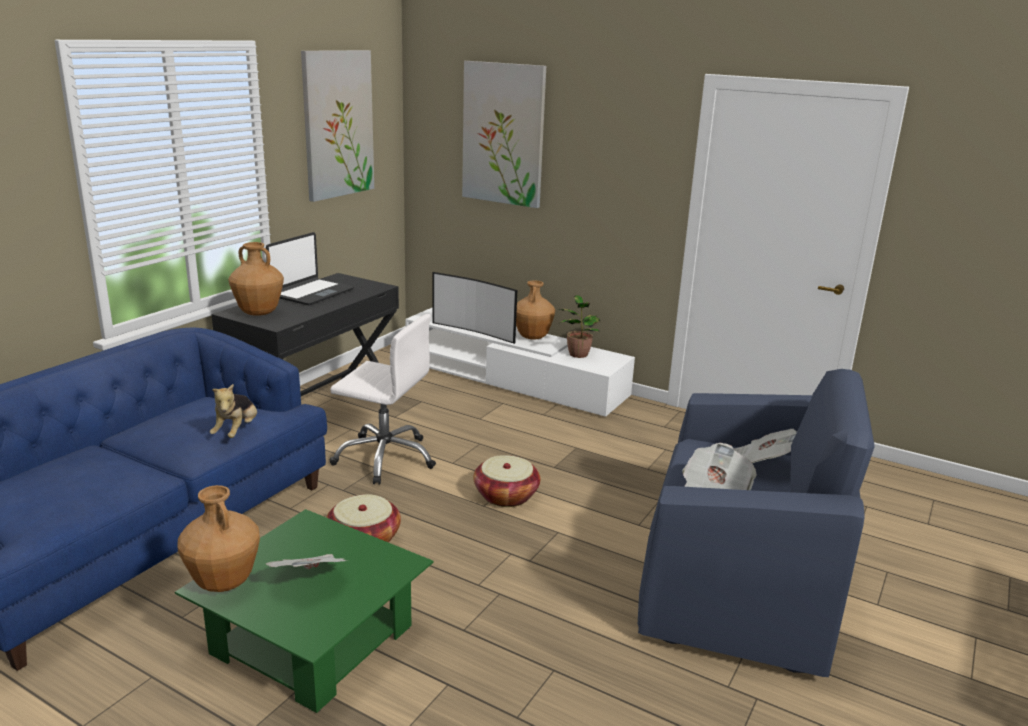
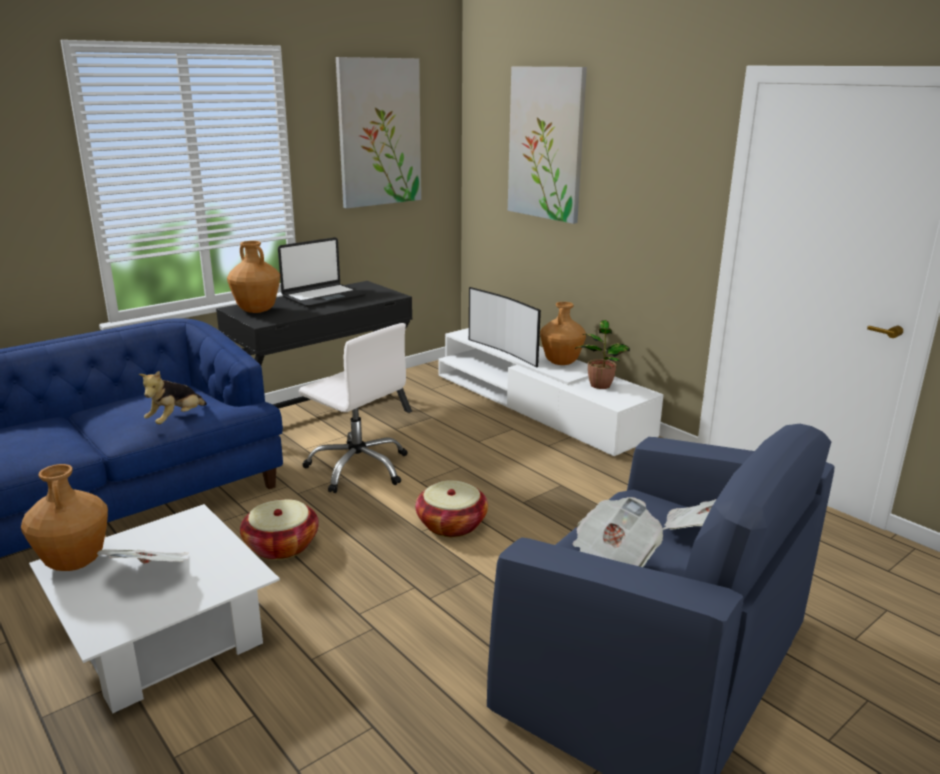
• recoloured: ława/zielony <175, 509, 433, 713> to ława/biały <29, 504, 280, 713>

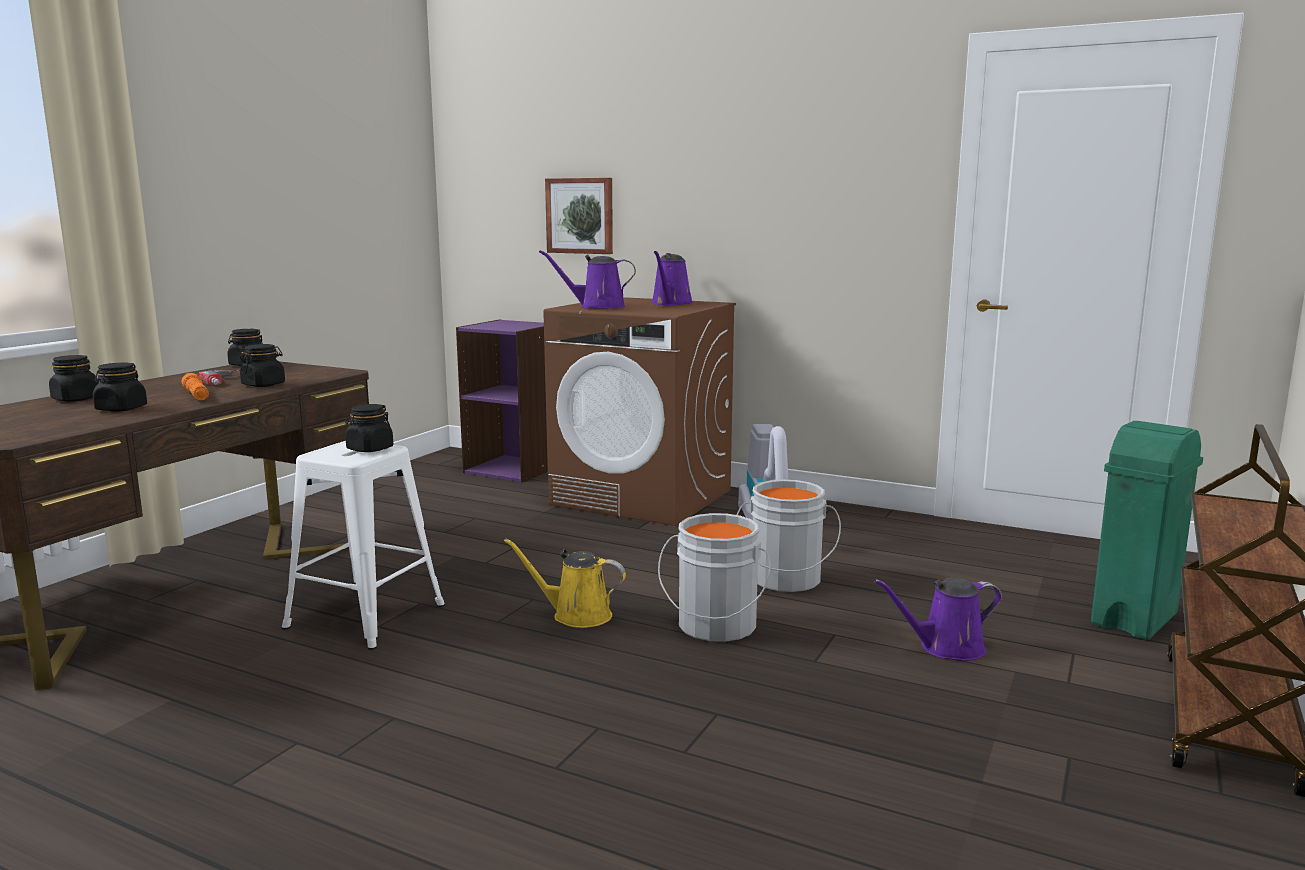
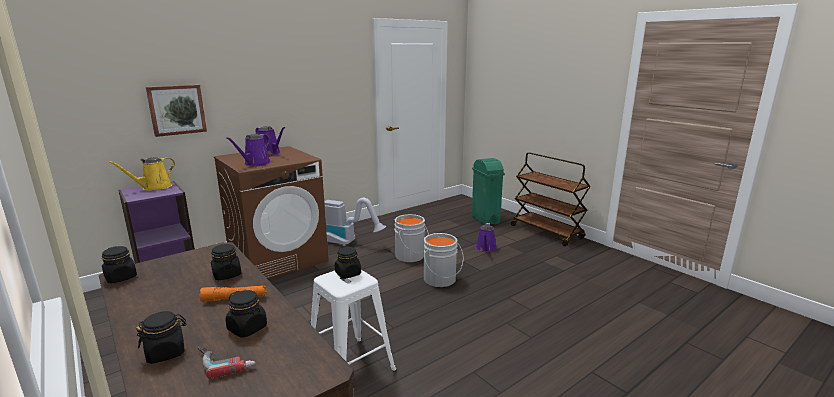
• moved: konewka/żółty <504, 539, 626, 628> to <108, 157, 175, 191>
• moved: wiertarka <198, 370, 240, 385> to <198, 347, 255, 379>

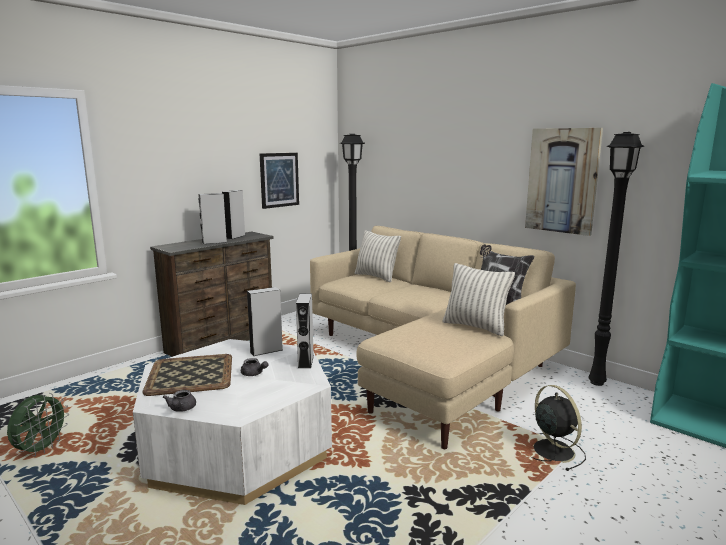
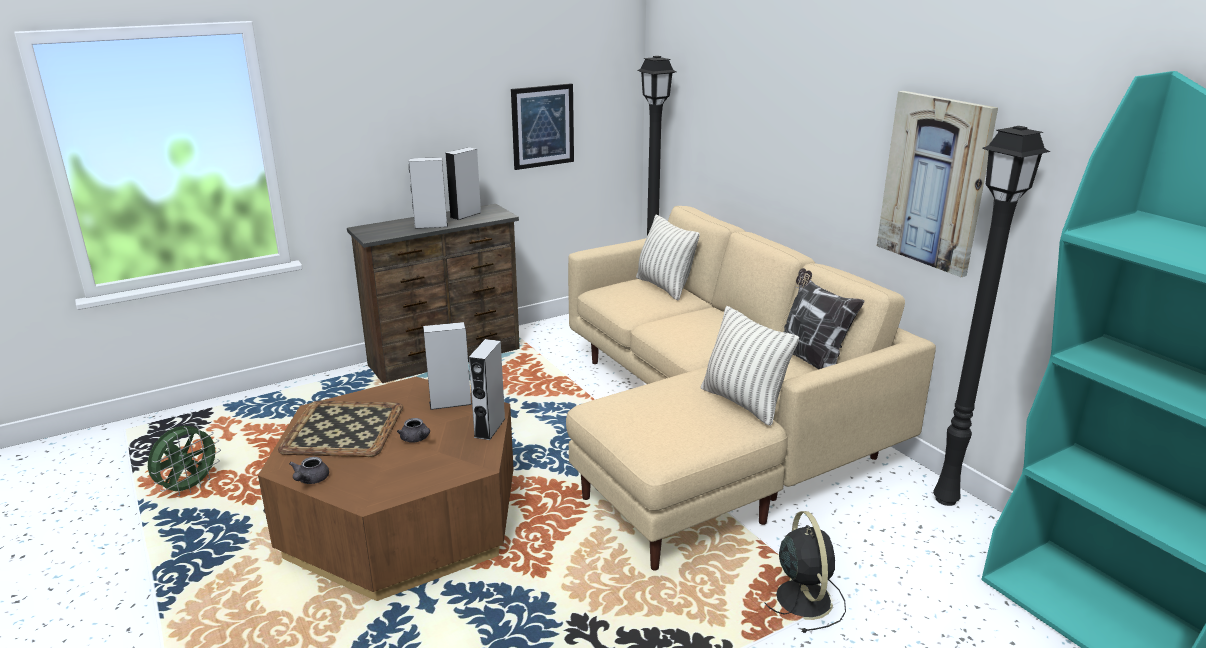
• recoloured: ława/biały <133, 339, 332, 505> to ława/brązowy <258, 377, 514, 601>

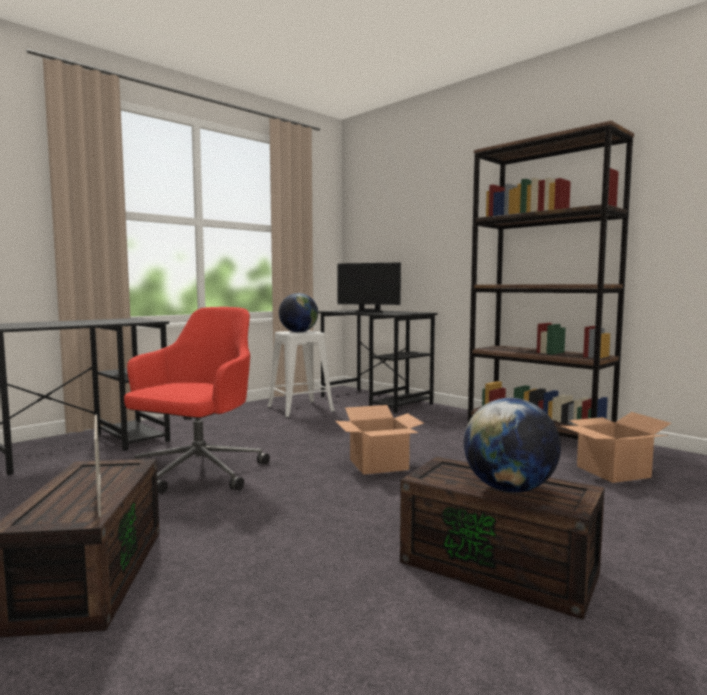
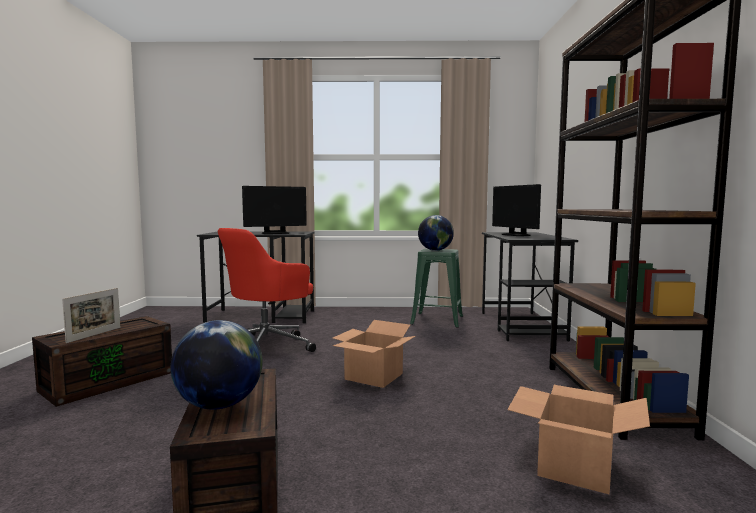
• turned: krzesło biurowe/czerwony <124, 307, 270, 494> = <218, 228, 316, 352> 150 degrees clockwise
• added: monitor <242, 186, 307, 234>
• recoloured: stołek/biały <267, 330, 335, 418> to stołek/zielony <410, 249, 463, 328>

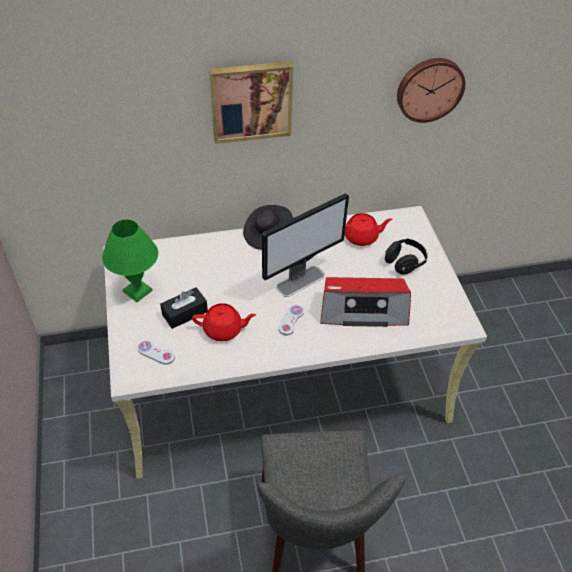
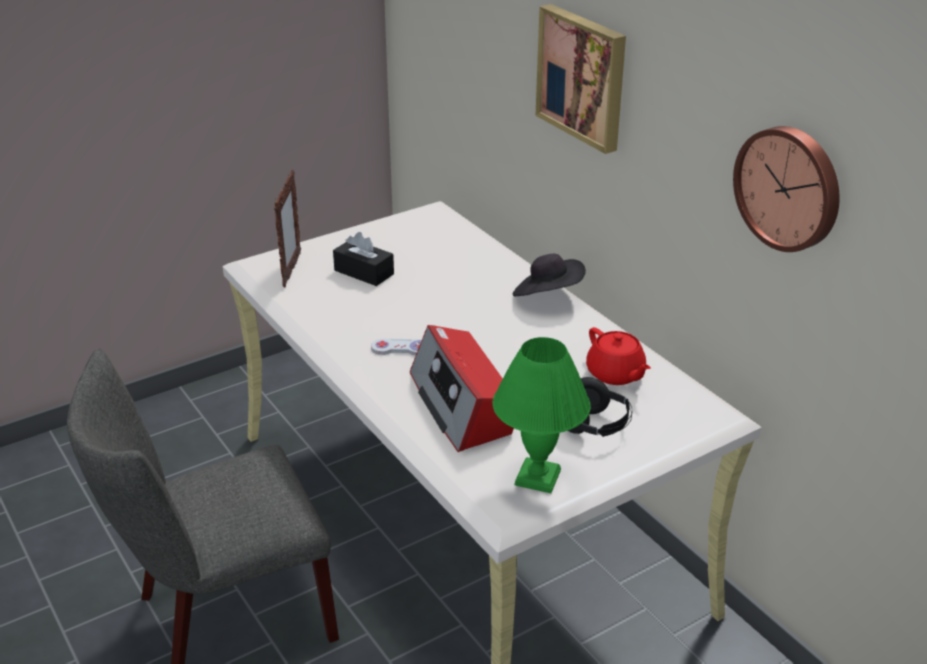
• replaced: pad do gier/biały <137, 340, 175, 365> to ramka na zdjęcie <274, 170, 301, 287>
• moved: lampa stołowa/zielony <102, 219, 158, 302> to <492, 337, 591, 493>
• removed: imbryk/czerwony <192, 303, 256, 341>
• removed: monitor <262, 193, 349, 297>

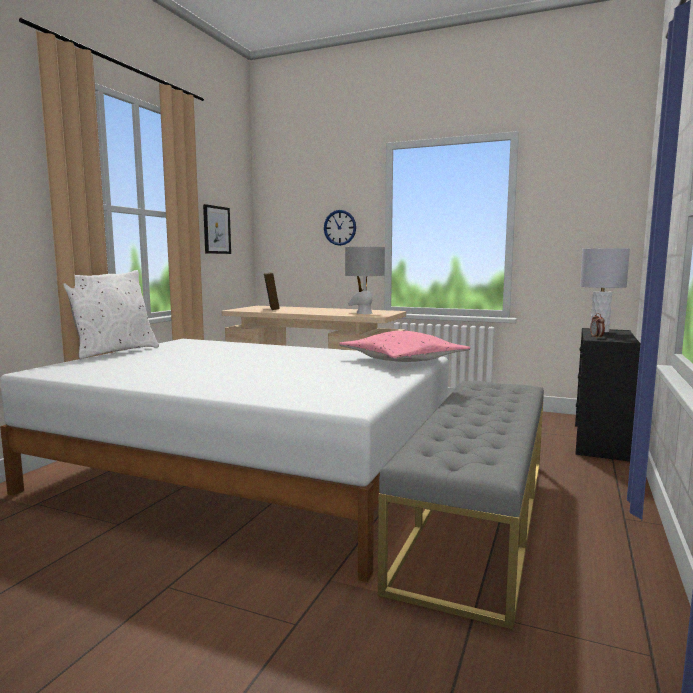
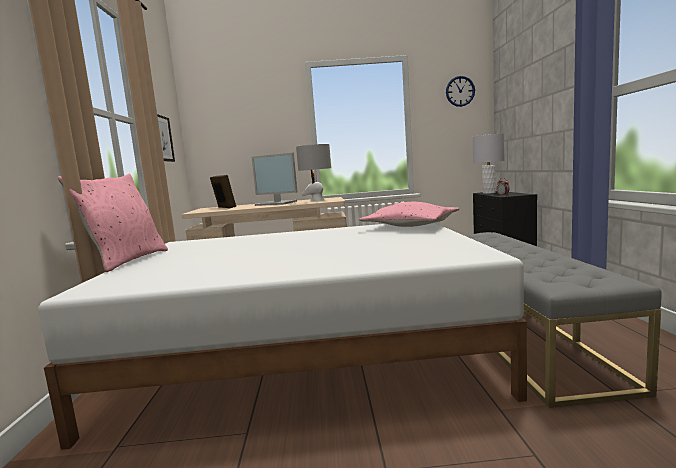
• recoloured: poduszka/biały <63, 270, 159, 359> to poduszka/różowy <58, 174, 168, 272>
• added: monitor <251, 153, 297, 206>
• moved: zegar ścienny <324, 210, 356, 246> to <446, 76, 475, 107>

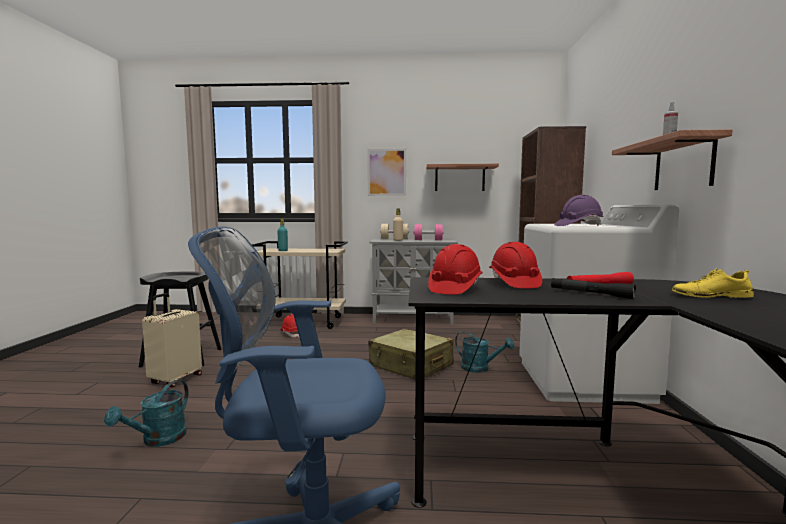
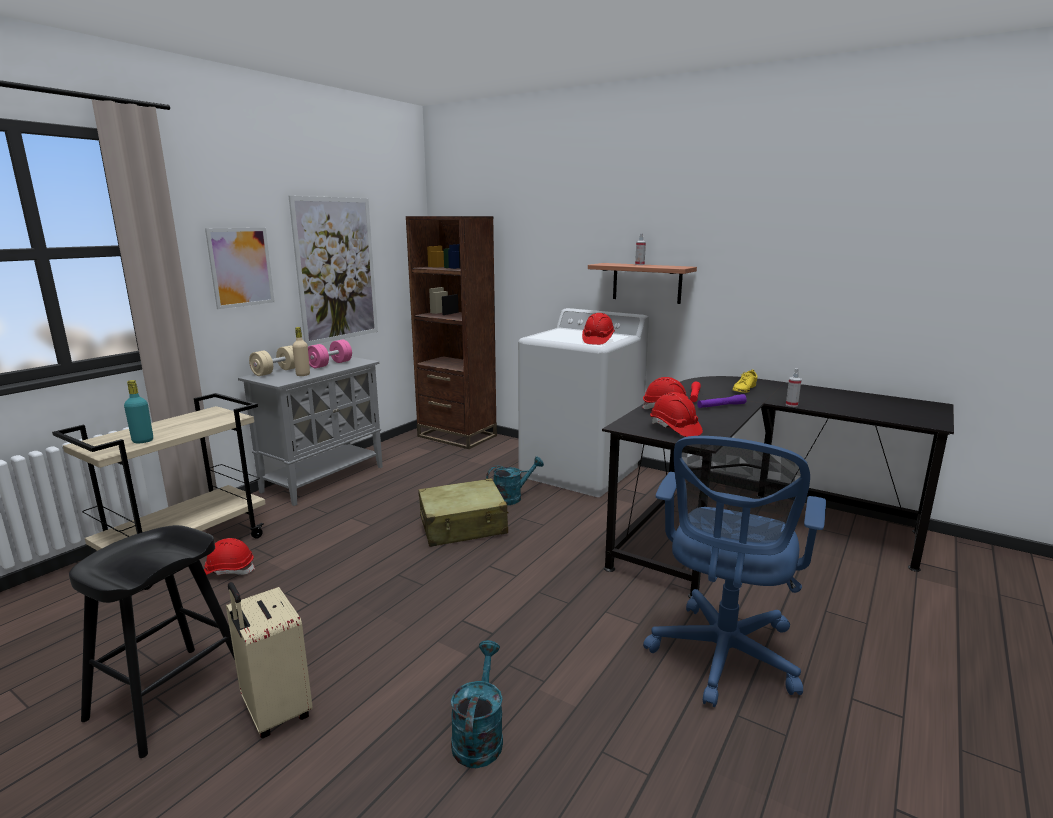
• replaced: półka <426, 164, 499, 191> to obraz <289, 196, 378, 346>
• turned: konewka/turkusowy <104, 380, 189, 447> = <451, 640, 503, 768> 135 degrees counterclockwise
• recoloured: kask/fioletowy <554, 195, 603, 226> to kask/czerwony <582, 313, 615, 345>
• recoloured: latarka/czarny <551, 278, 636, 299> to latarka/fioletowy <697, 394, 747, 408>
• added: spryskiwacz <786, 368, 802, 407>

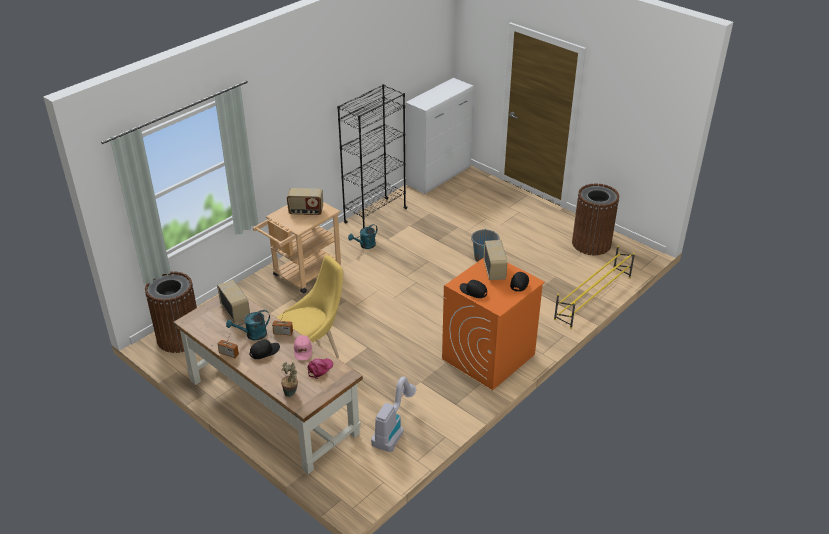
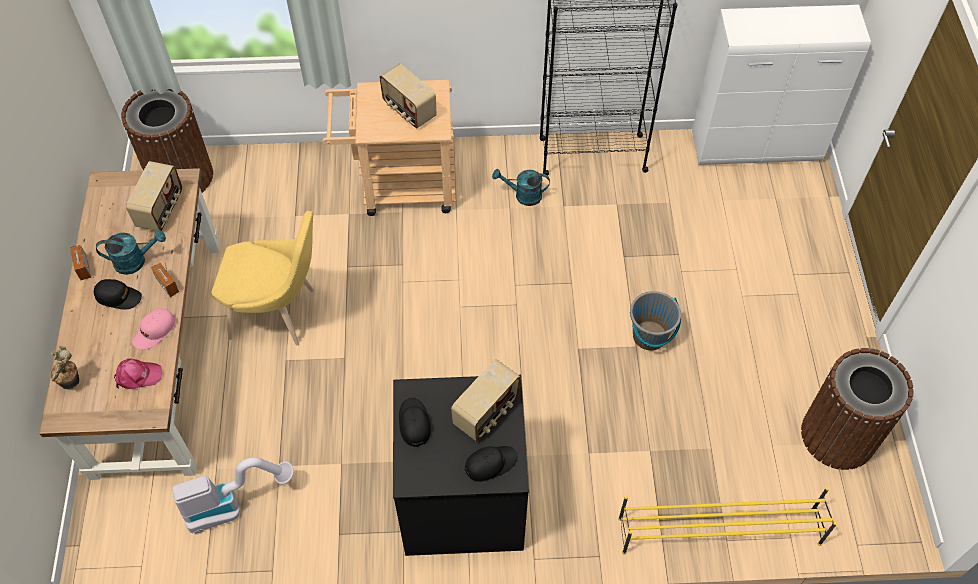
• turned: konewka/turkusowy <226, 310, 270, 340> = <96, 230, 166, 275> 150 degrees clockwise
• recoloured: pralka/pomarańczowy <442, 258, 545, 390> to pralka/czarny <393, 375, 529, 556>

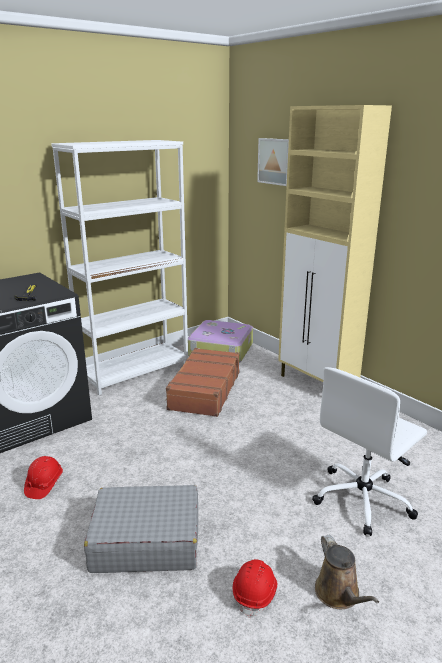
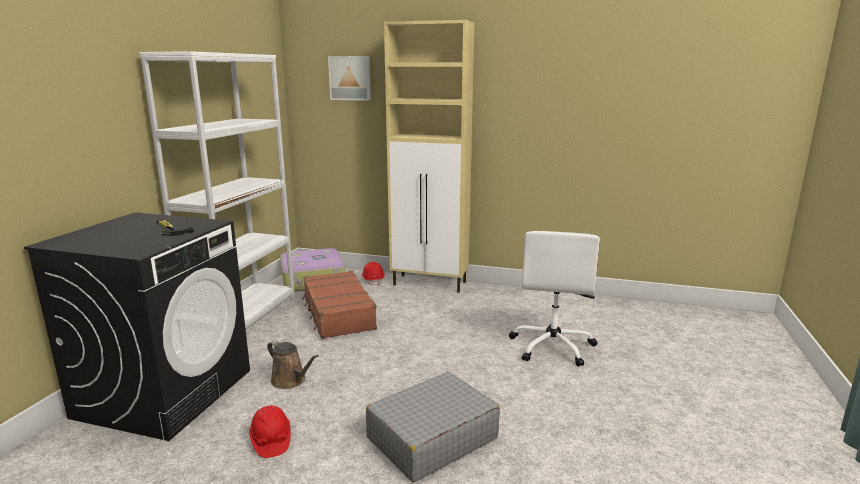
• moved: konewka/brązowy <315, 535, 379, 609> to <267, 340, 319, 389>
• moved: kask/czerwony <233, 559, 277, 618> to <362, 262, 385, 286>

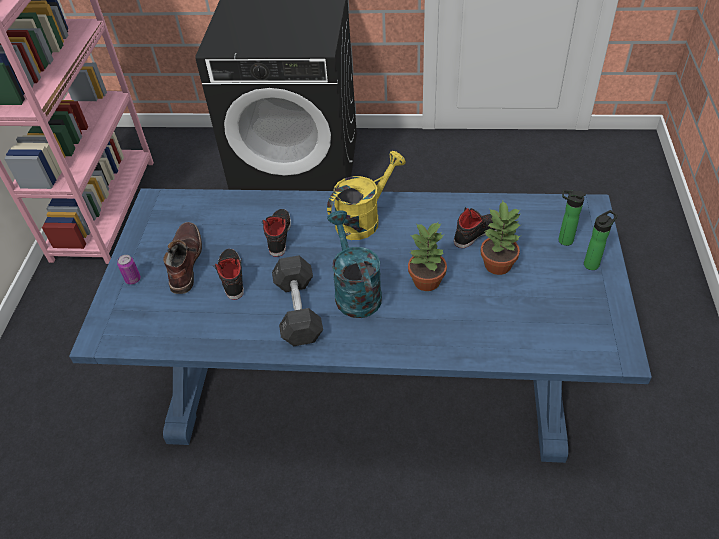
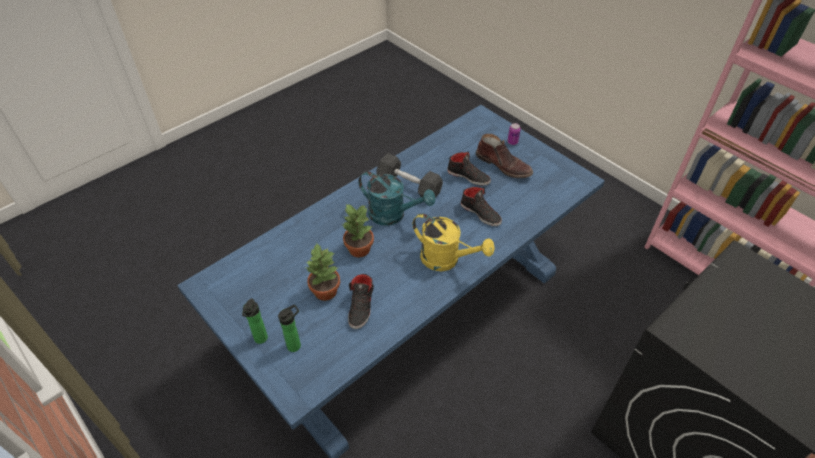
• turned: konewka/żółty <327, 151, 406, 240> = <412, 214, 495, 271> 60 degrees counterclockwise

